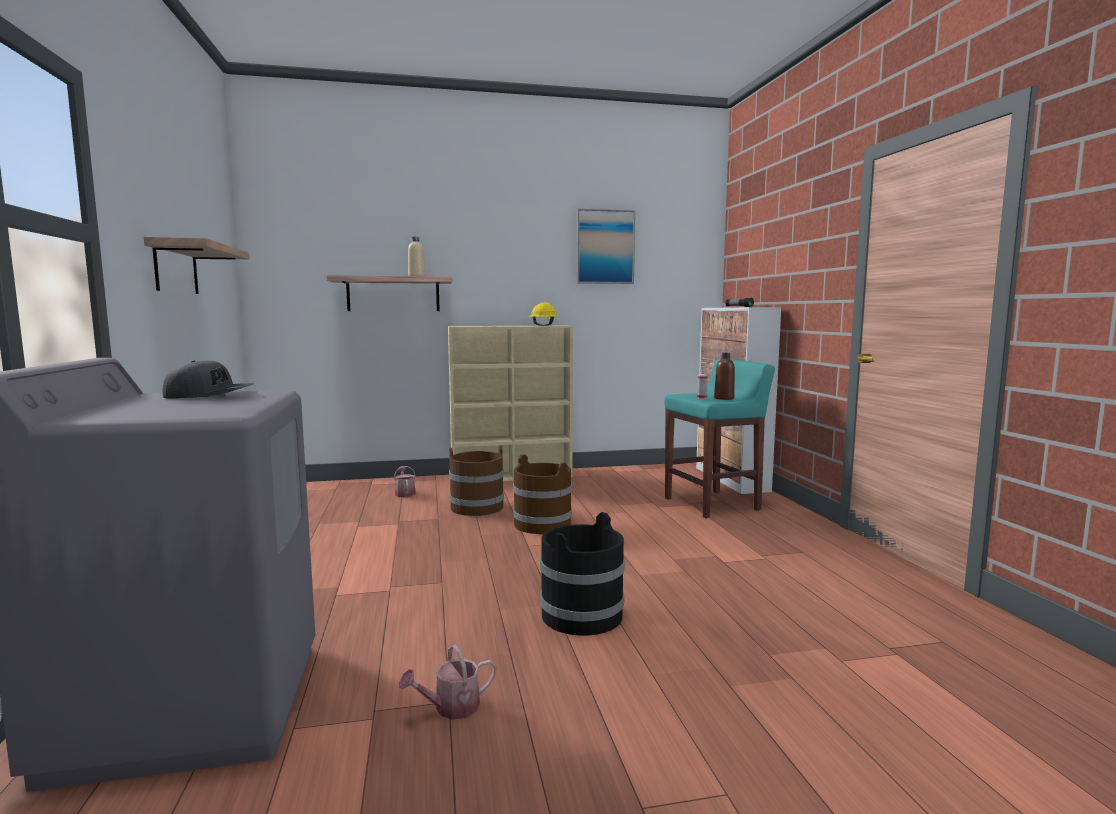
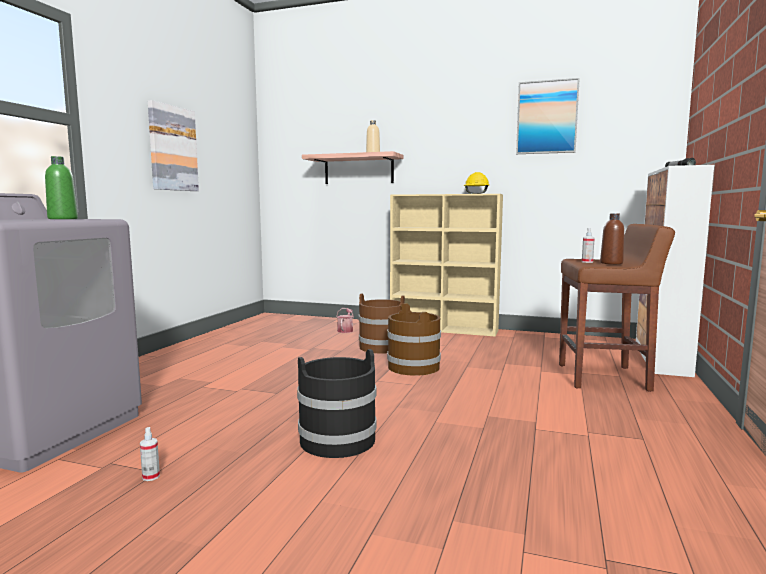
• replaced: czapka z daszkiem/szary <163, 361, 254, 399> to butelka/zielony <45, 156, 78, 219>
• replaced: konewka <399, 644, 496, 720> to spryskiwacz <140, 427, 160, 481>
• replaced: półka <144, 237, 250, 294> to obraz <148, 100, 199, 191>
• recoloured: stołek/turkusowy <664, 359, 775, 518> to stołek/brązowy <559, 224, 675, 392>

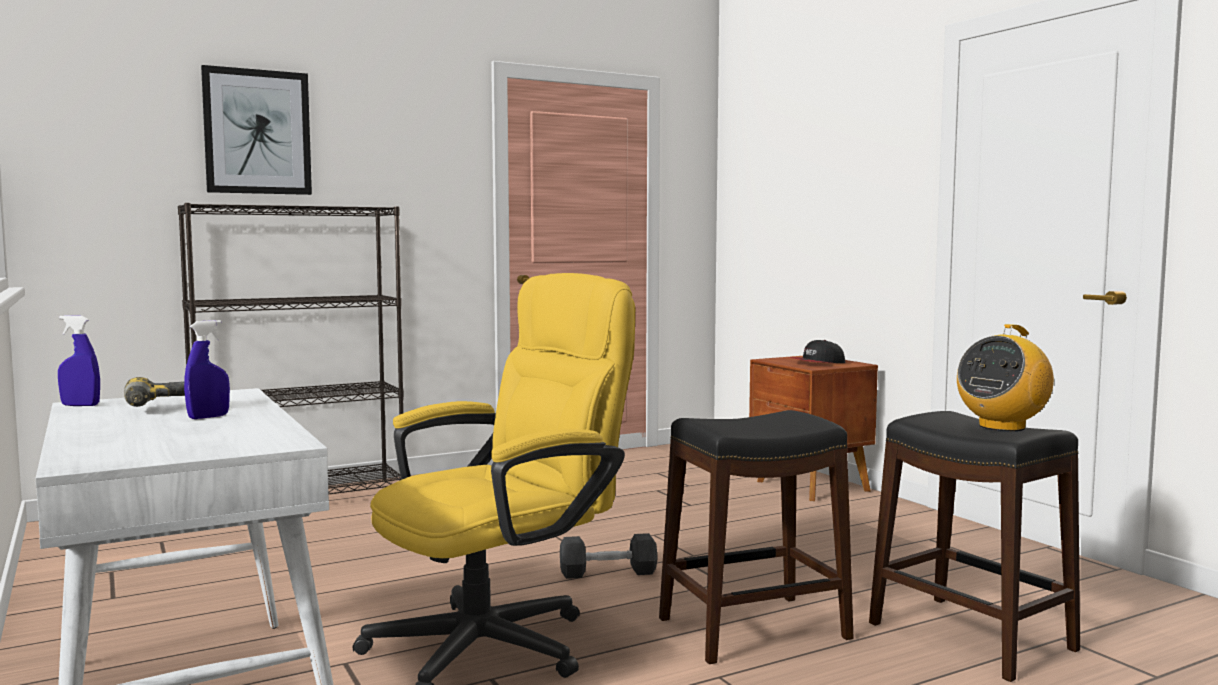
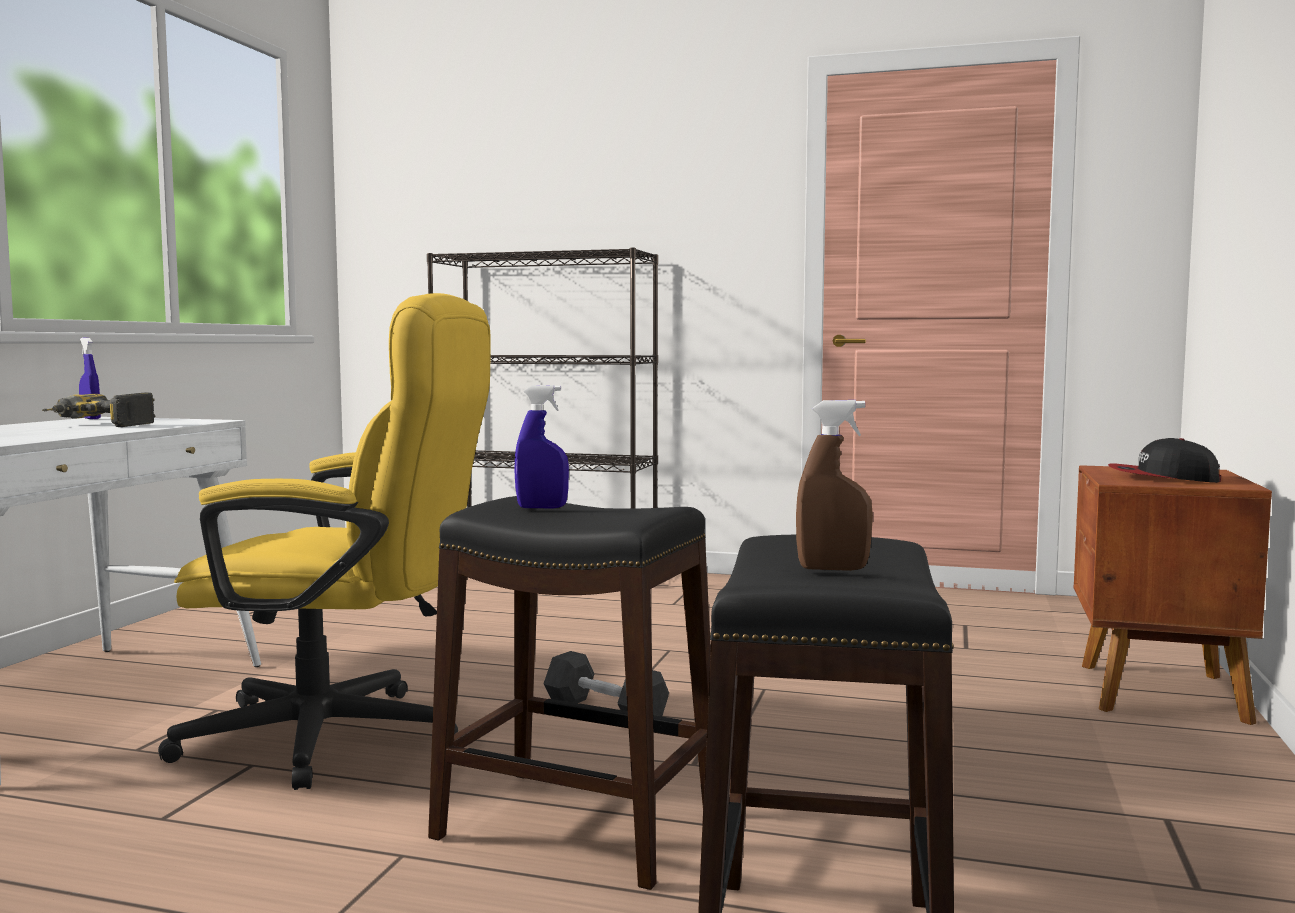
• moved: spryskiwacz/niebieski <184, 320, 230, 419> to <514, 385, 569, 508>
• replaced: radio <957, 324, 1054, 431> to spryskiwacz/brązowy <796, 400, 873, 571>
• removed: obraz <201, 65, 312, 195>

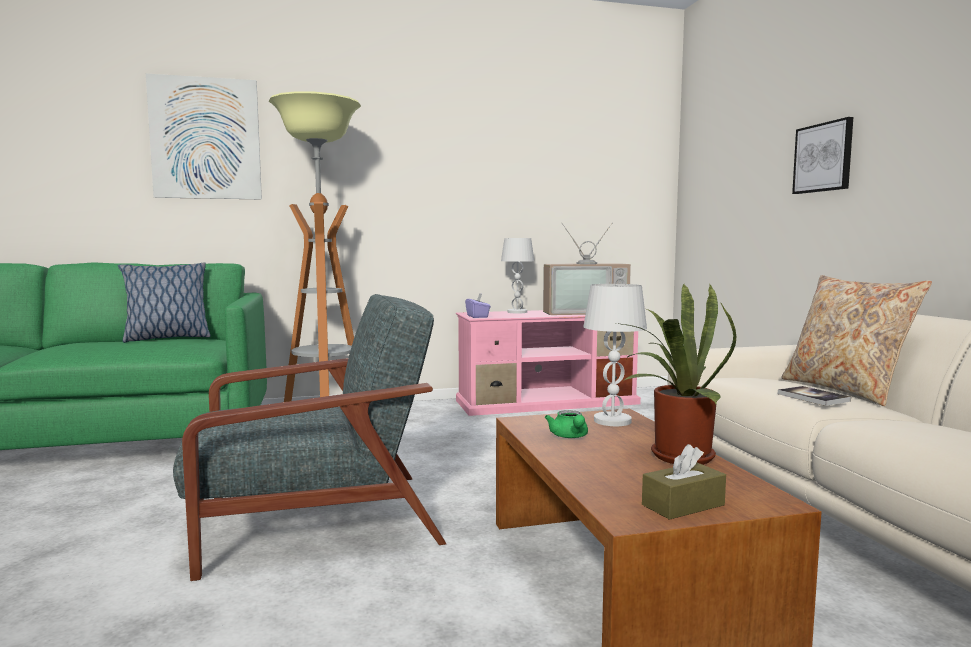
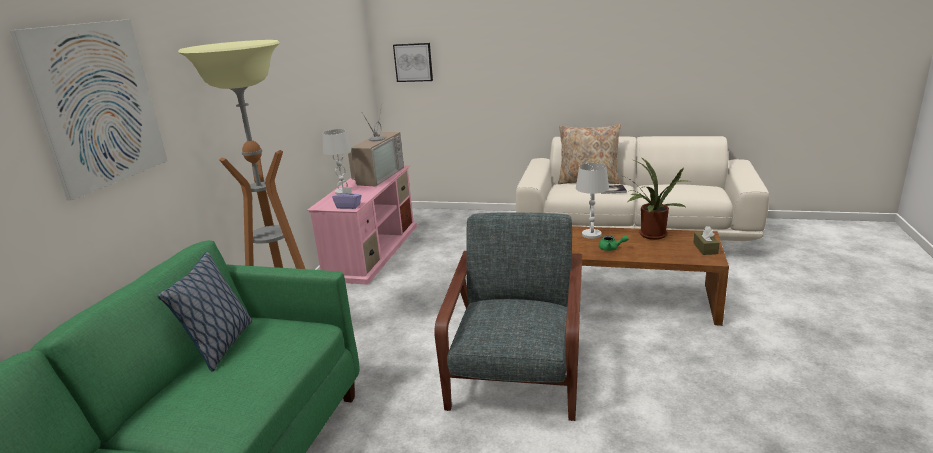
• moved: obraz <792, 117, 853, 194> to <393, 43, 433, 82>

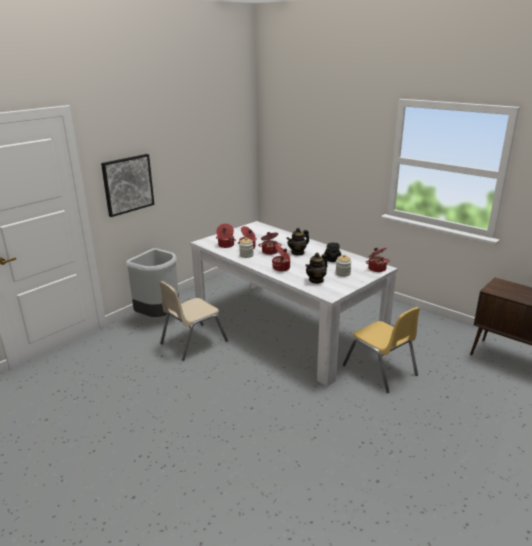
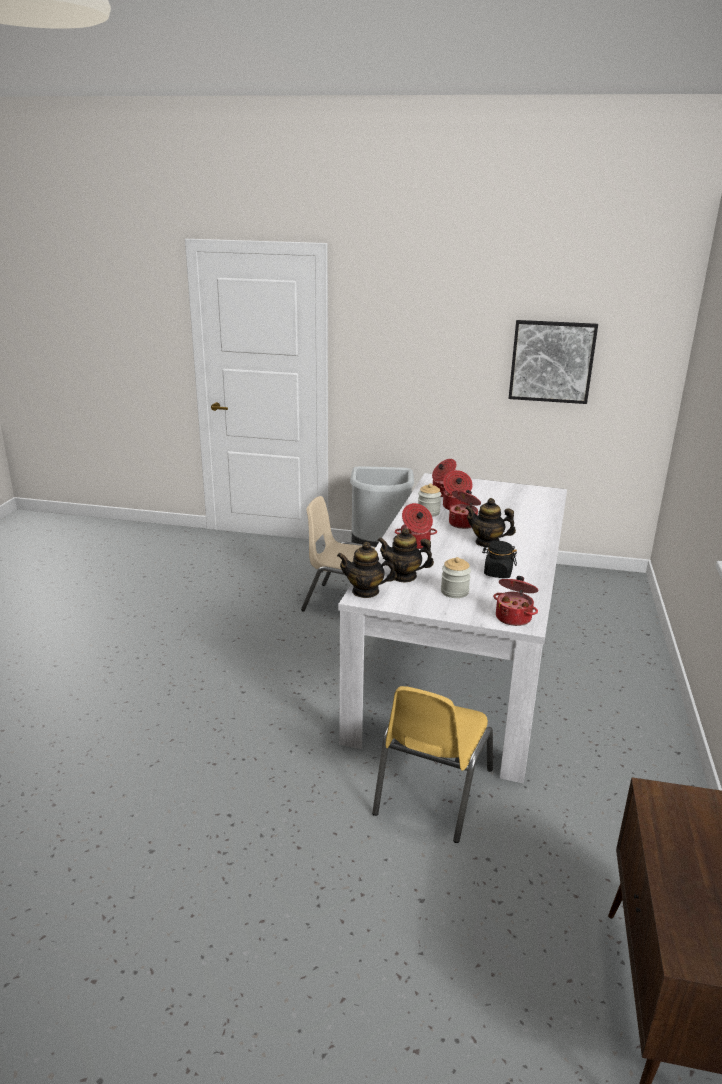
• added: imbryk <337, 542, 397, 598>
• moved: obraz <101, 154, 154, 217> to <509, 320, 598, 404>

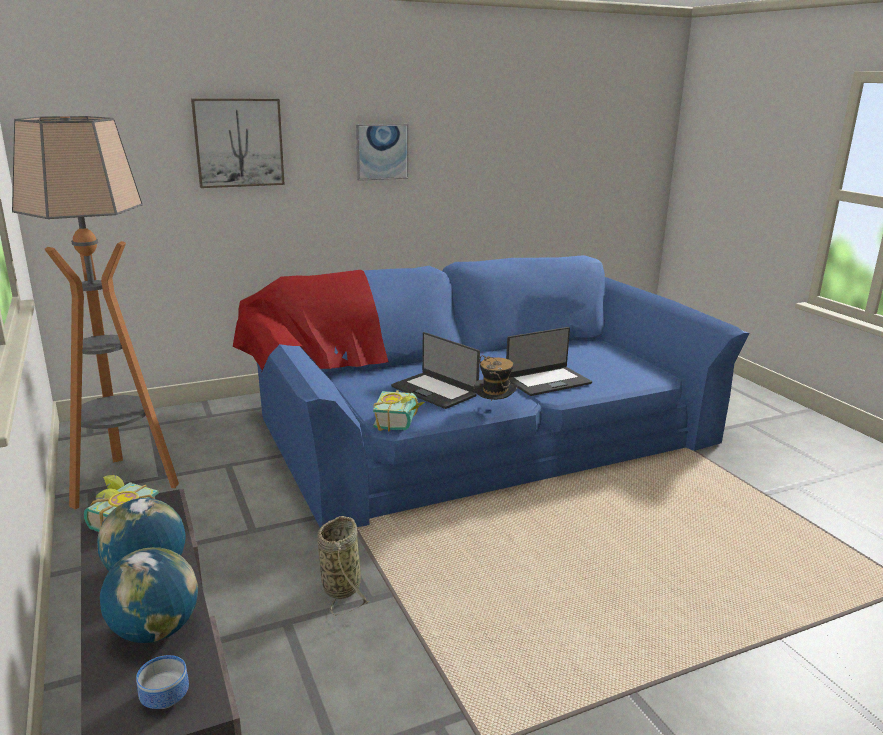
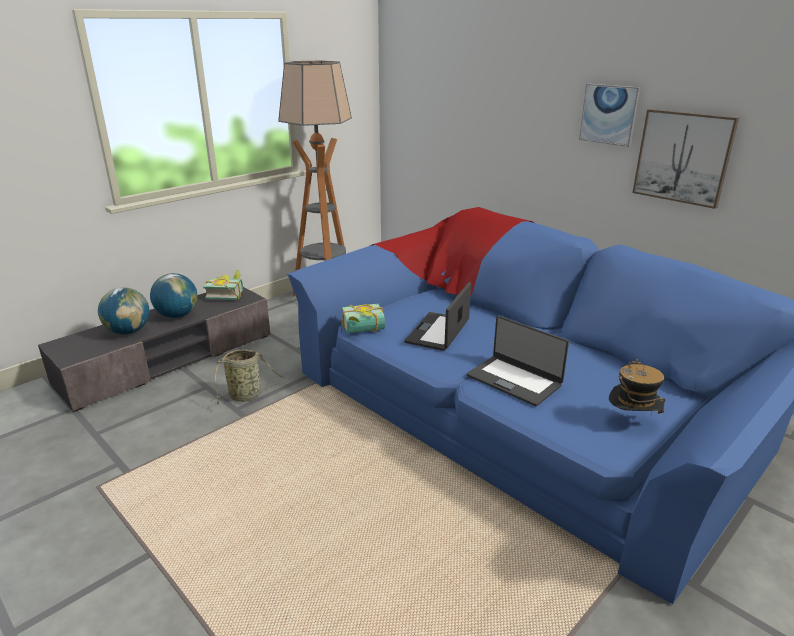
• moved: kapelusz <474, 356, 518, 401> to <609, 358, 665, 416>
• moved: obraz <191, 98, 285, 188> to <632, 109, 739, 209>
• removed: miska <136, 655, 189, 709>

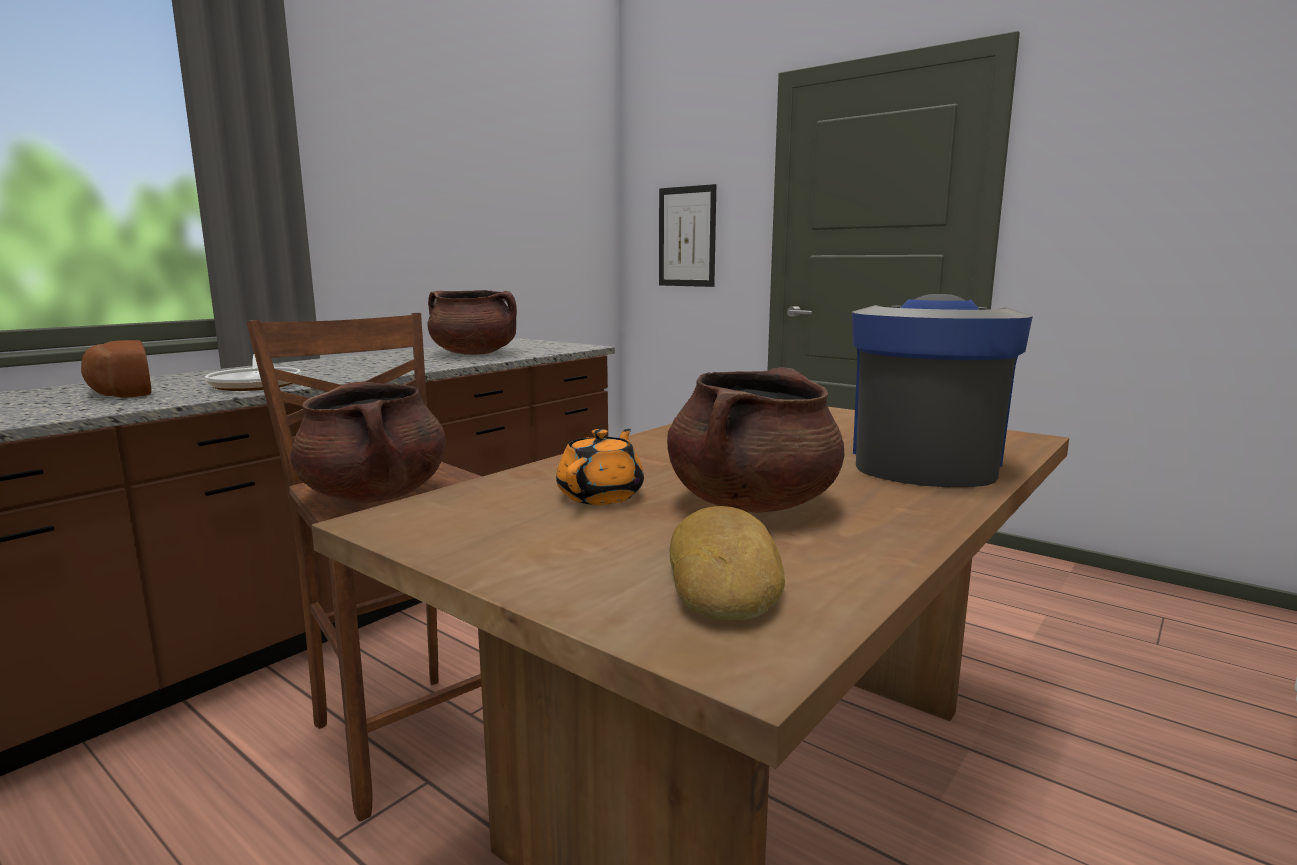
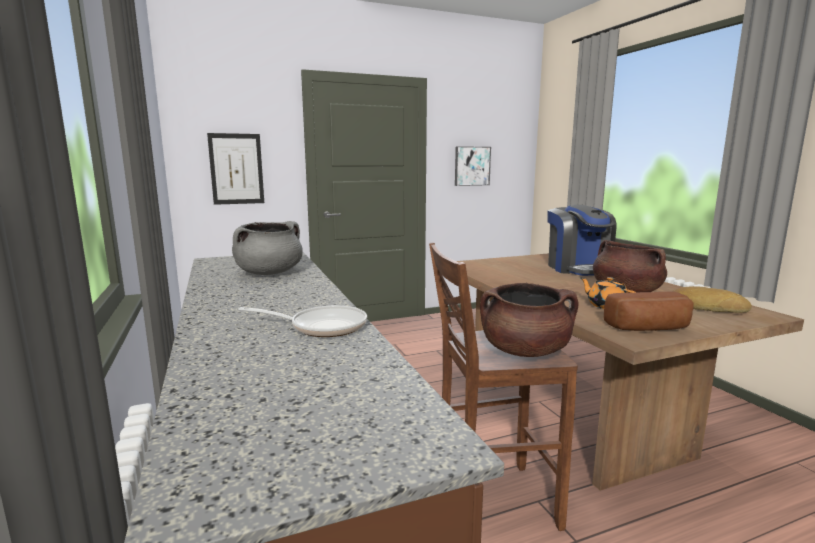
• recoloured: garnek/brązowy <427, 290, 517, 355> to garnek/szary <232, 221, 303, 275>
• added: obraz <455, 146, 491, 186>
• turned: ekspres do kawy <852, 294, 1033, 487> = <547, 205, 616, 276> 150 degrees counterclockwise
• moved: chleb <81, 340, 151, 398> to <604, 292, 694, 331>

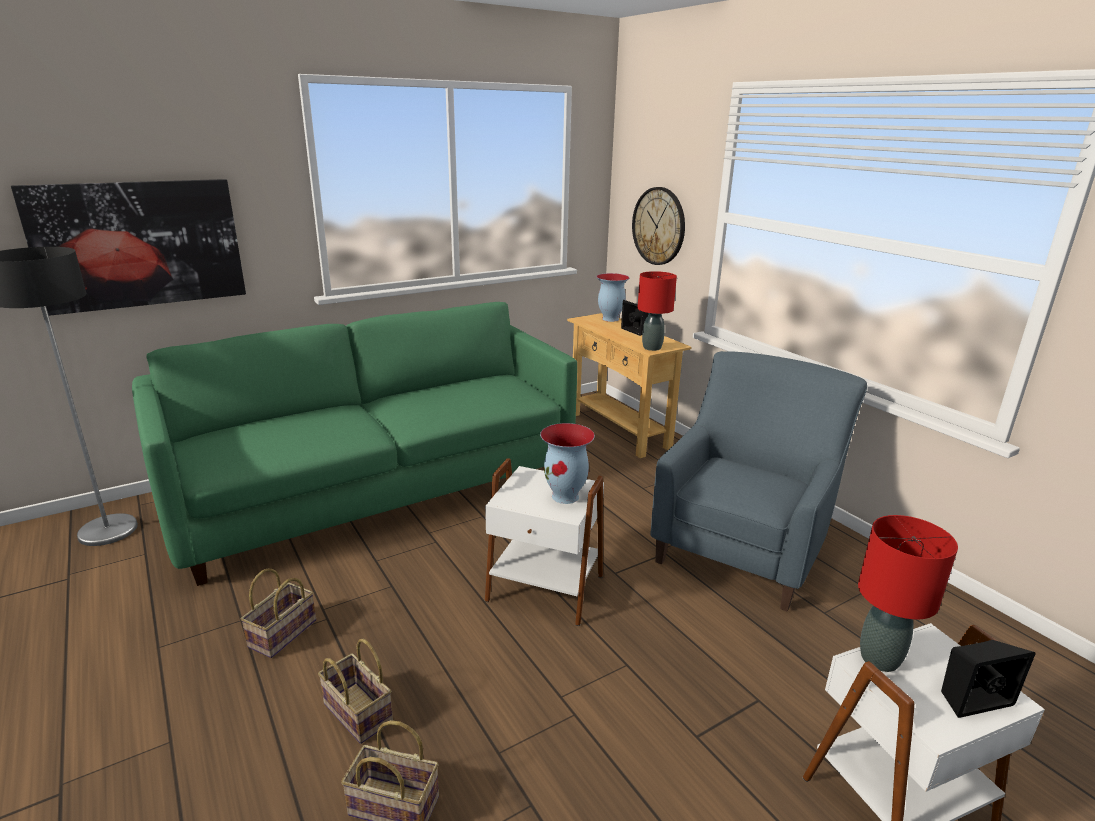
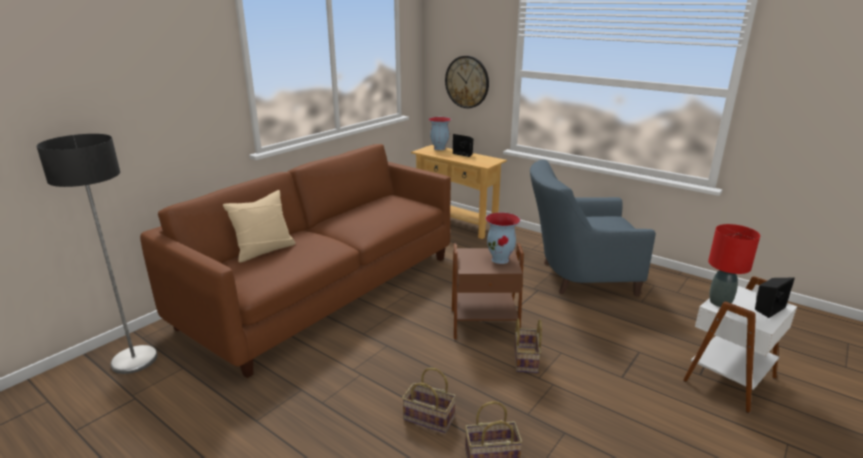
• recoloured: kanapa/zielony <132, 302, 577, 586> to kanapa/brązowy <140, 144, 451, 378>
• added: poduszka/beżowy <223, 190, 296, 263>
• recoloured: stolik/biały <485, 458, 604, 626> to stolik/brązowy <452, 243, 524, 340>
• moved: koszyk <240, 569, 316, 658> to <514, 318, 542, 373>
• turned: fotel/niebieski <651, 351, 867, 612> = <530, 160, 656, 296> 105 degrees counterclockwise
• removed: obraz <11, 179, 246, 316>
• removed: lampa stołowa/czerwony <637, 271, 677, 351>

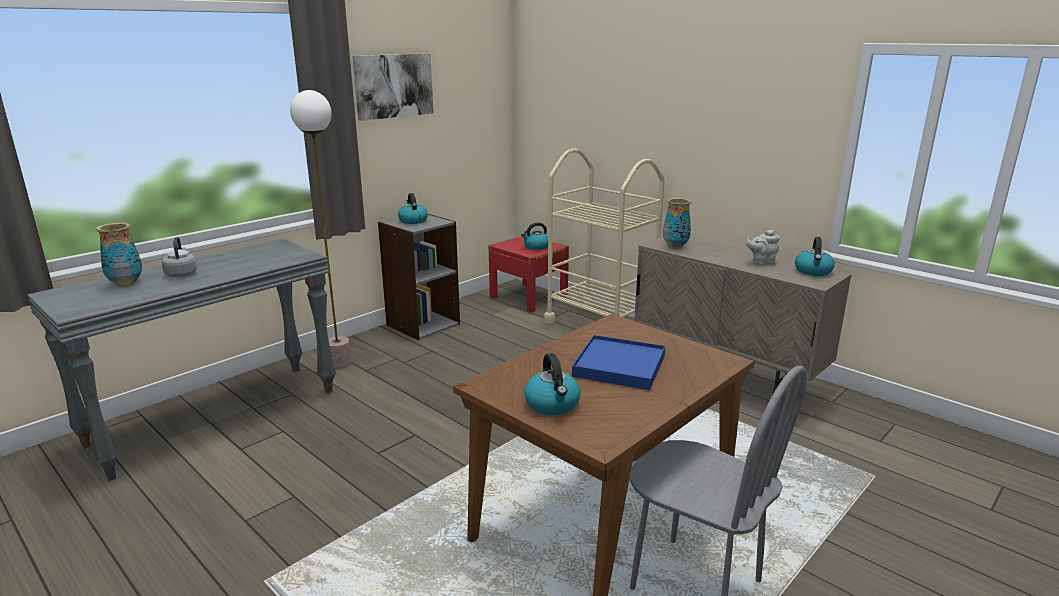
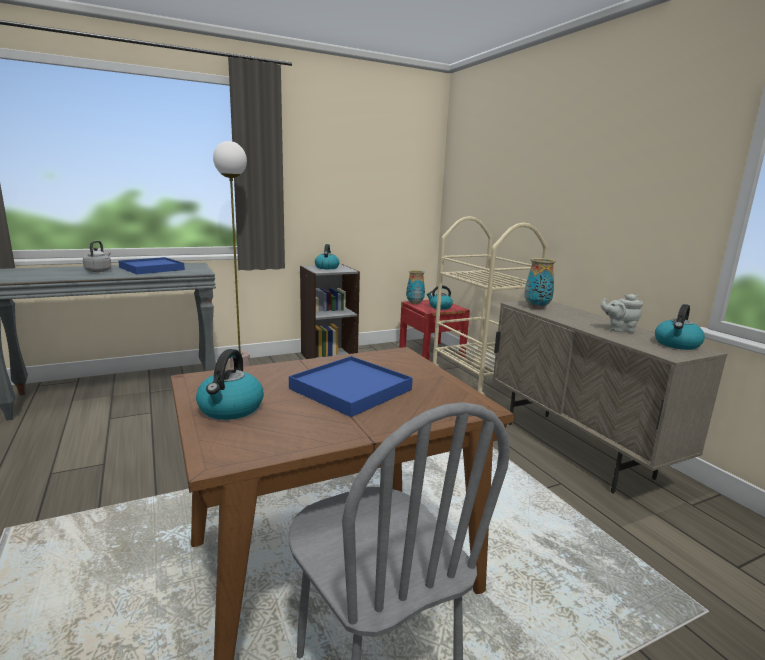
• added: taca/niebieski <119, 257, 185, 274>
• moved: wazon <96, 222, 142, 286> to <406, 270, 425, 304>
• removed: obraz <353, 54, 434, 121>

